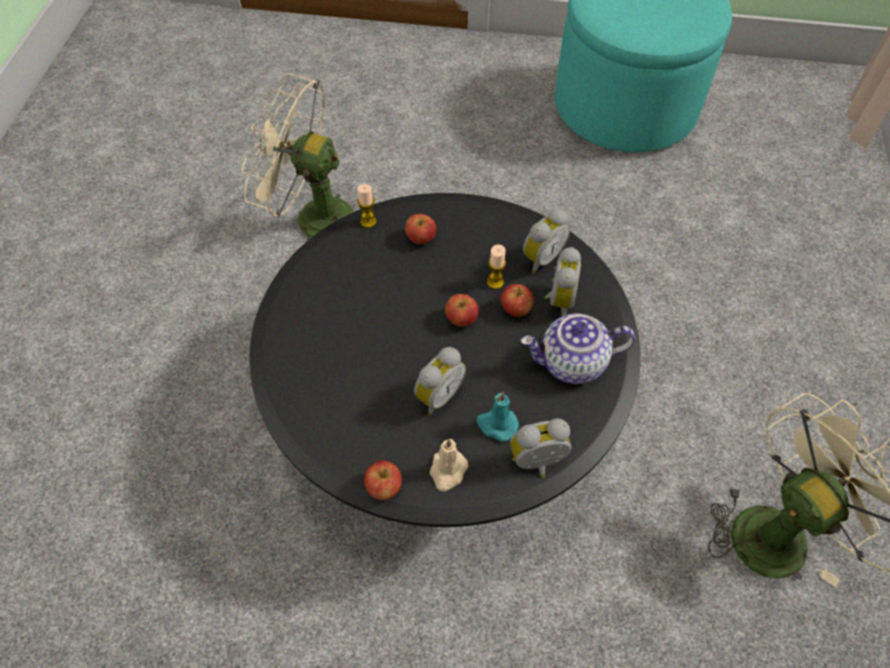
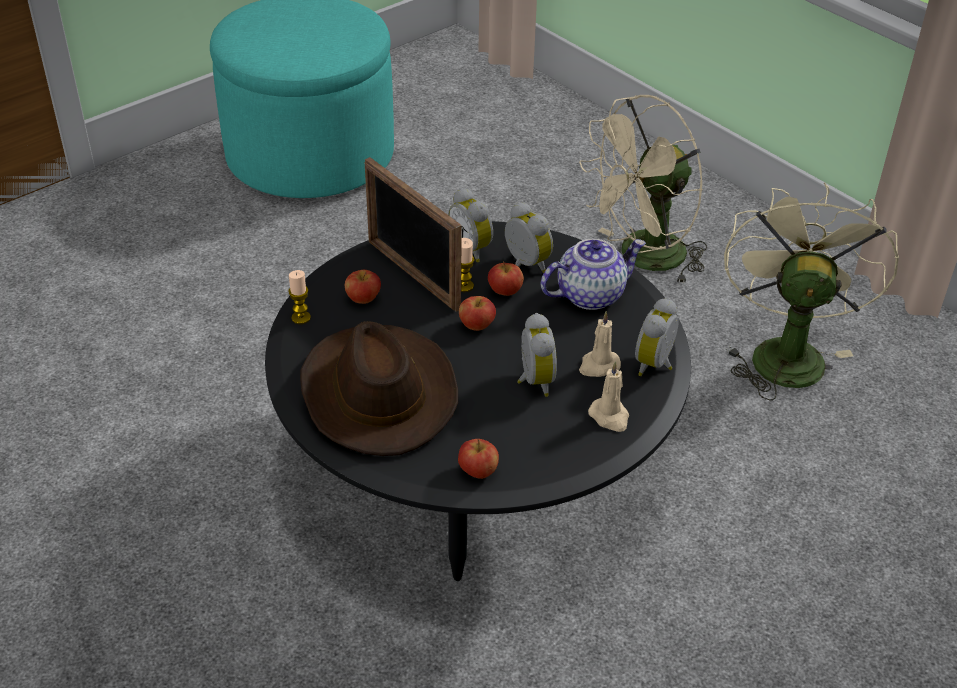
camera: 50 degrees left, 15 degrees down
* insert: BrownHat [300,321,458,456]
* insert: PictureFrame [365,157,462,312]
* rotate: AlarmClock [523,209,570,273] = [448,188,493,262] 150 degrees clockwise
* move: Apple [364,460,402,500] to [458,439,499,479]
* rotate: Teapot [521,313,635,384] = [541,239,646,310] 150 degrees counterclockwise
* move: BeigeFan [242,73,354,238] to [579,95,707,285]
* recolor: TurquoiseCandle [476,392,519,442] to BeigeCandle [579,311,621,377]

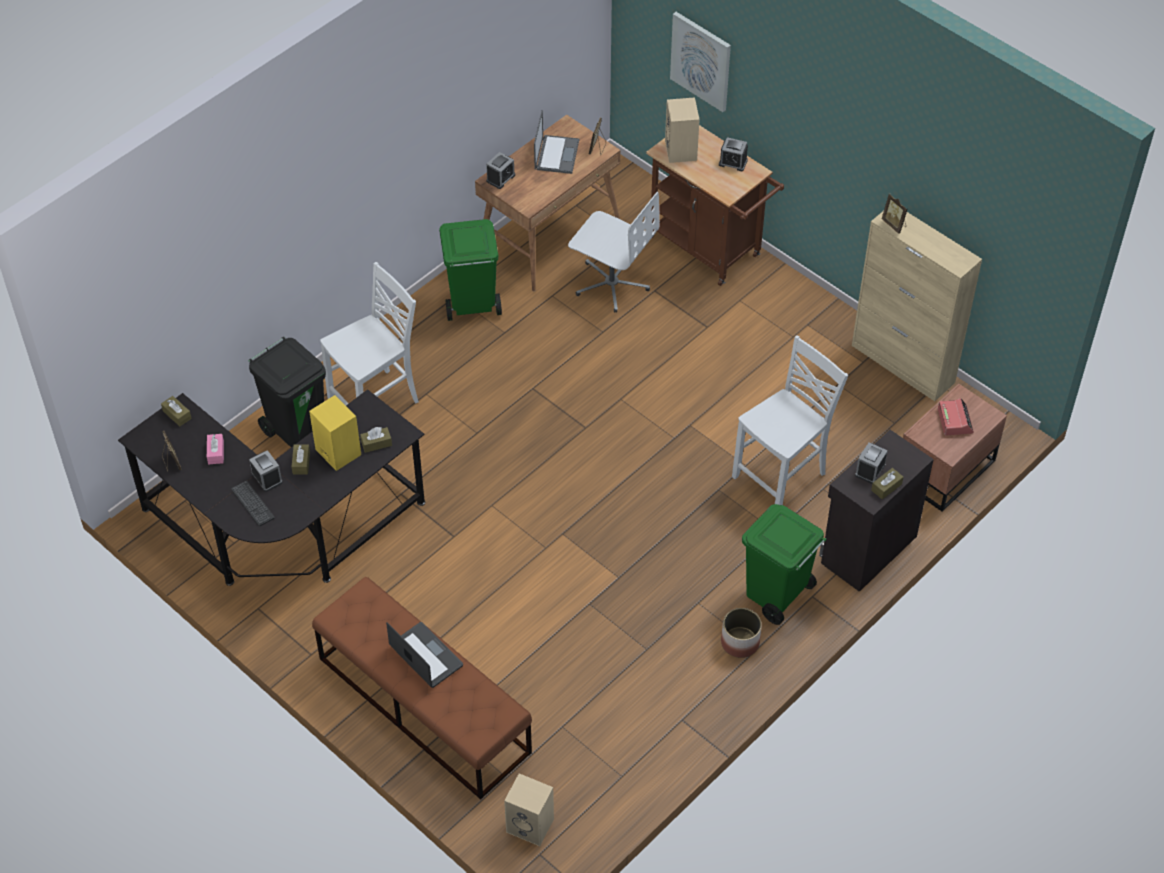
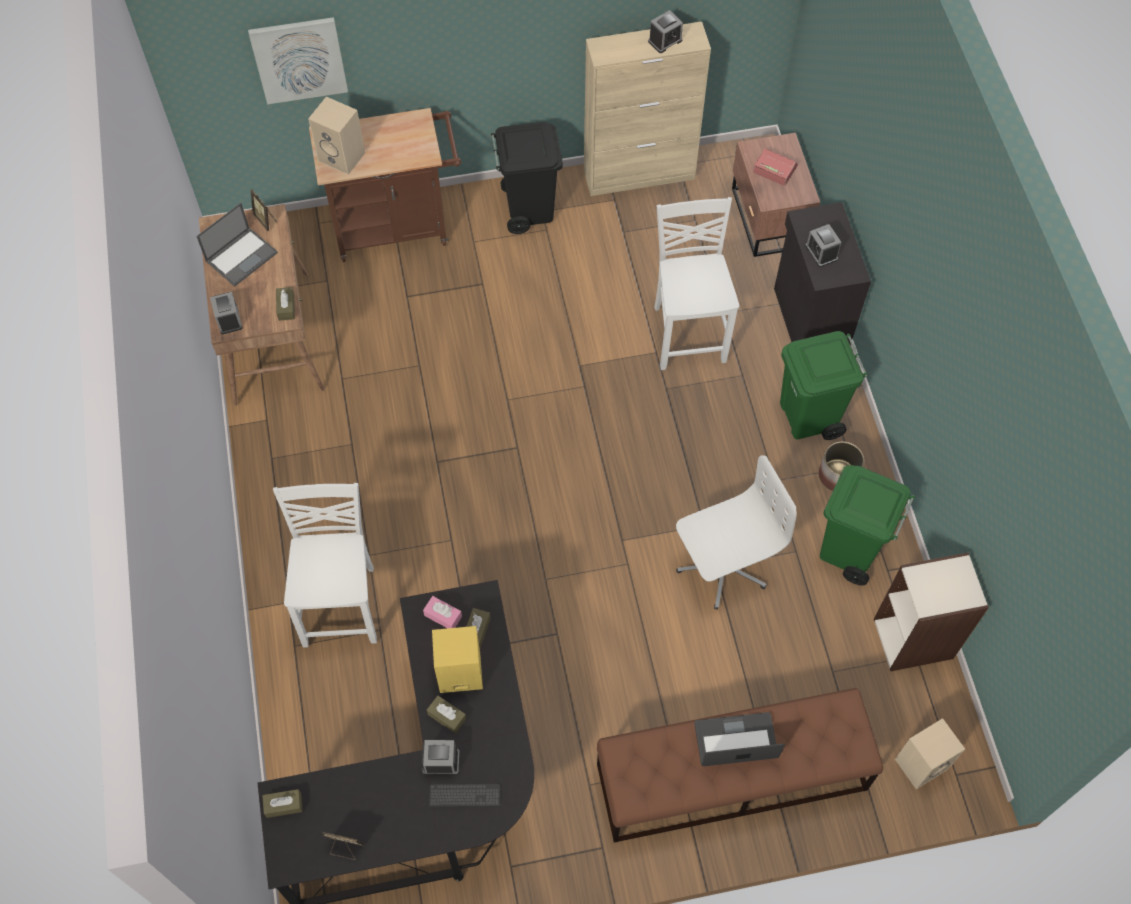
camera: 55 degrees left, 10 degrees up
* rotate: Laptop [534,110,579,174] = [196,203,278,287] 90 degrees clockwise
* move: BrownTissueBox [871,468,903,499] to [276,287,295,321]
* move: PinkTissueBox [207,434,224,464] to [423,596,462,628]
* move: BlackTrashCan [248,337,326,447] to [491,122,563,234]
* move: AlarmClock [719,137,748,171] to [648,10,683,53]
* move: WhiteOfficeChair [568,192,660,313] to [676,455,796,610]
* move: GreenTrashCan [439,219,502,321] to [820,465,915,585]
* insert: Bookcase [874,552,989,671]
* delete: PictureFrame [882,194,907,234]

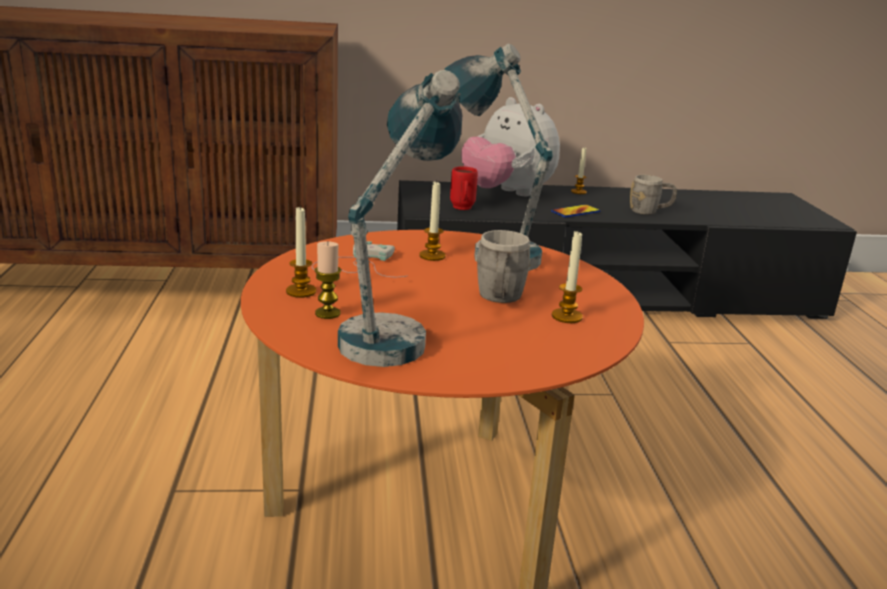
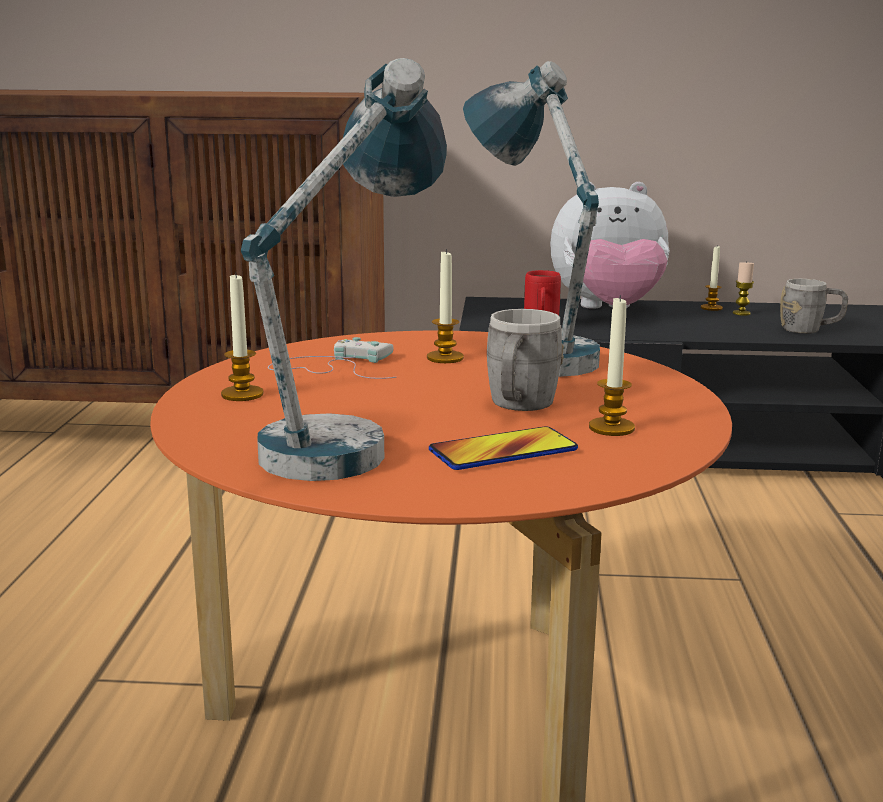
camera: 10 degrees right, 5 degrees down
* move: Phone [551,204,601,217] to [429,427,578,470]
* rotate: PlushToy [461,97,560,196] = [550,182,670,309] 60 degrees counterclockwise
* move: Candle [315,241,341,319] to [733,262,754,316]

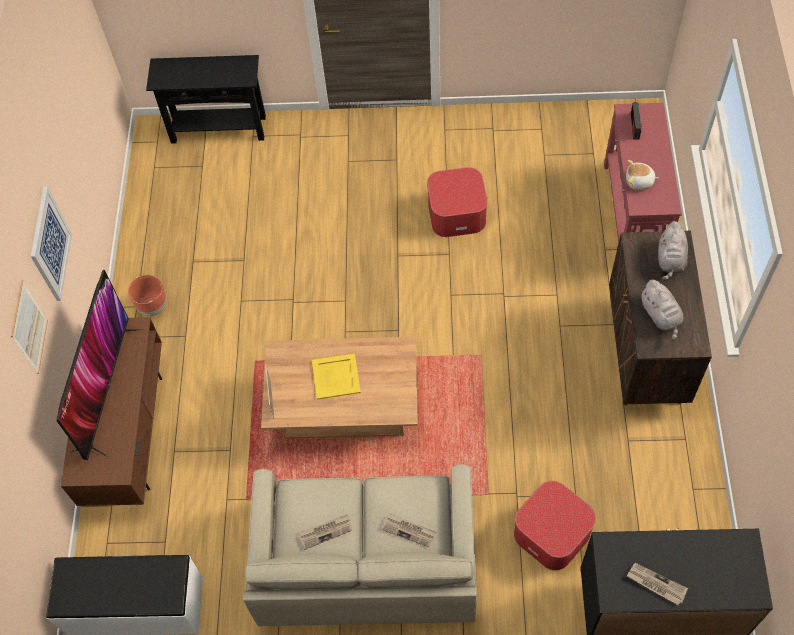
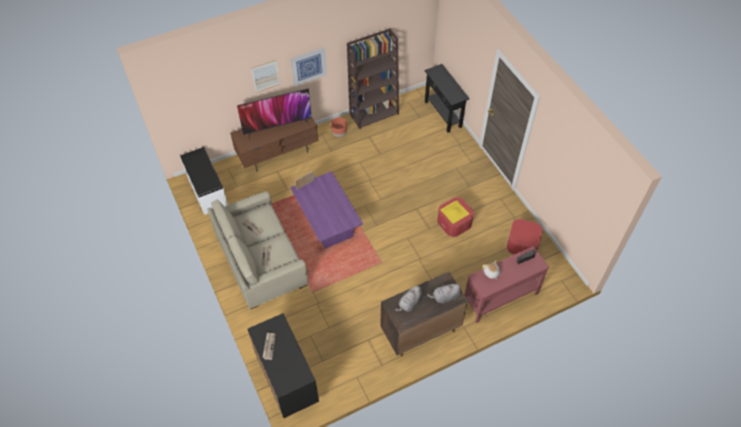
camera: 60 degrees right, 5 degrees down
* recolor: BrownCoffeeTable [261,337,418,439] to PurpleCoffeeTable [290,171,363,249]
* insert: BrownBookcase [347,28,399,129]
* move: YellowTray [312,354,361,400] to [440,200,469,224]
* move: Ottoman [514,481,596,571] to [507,219,543,255]

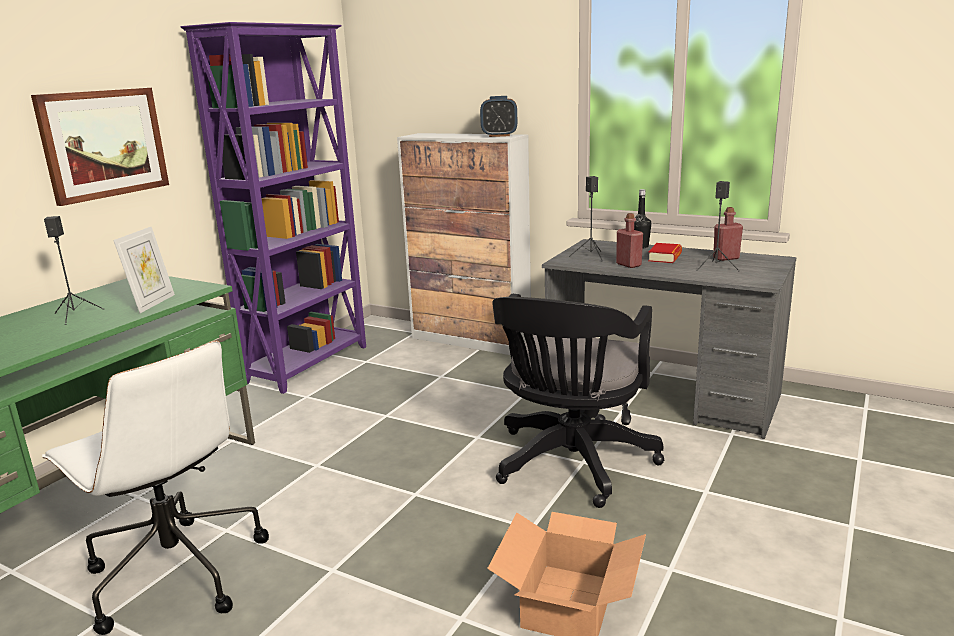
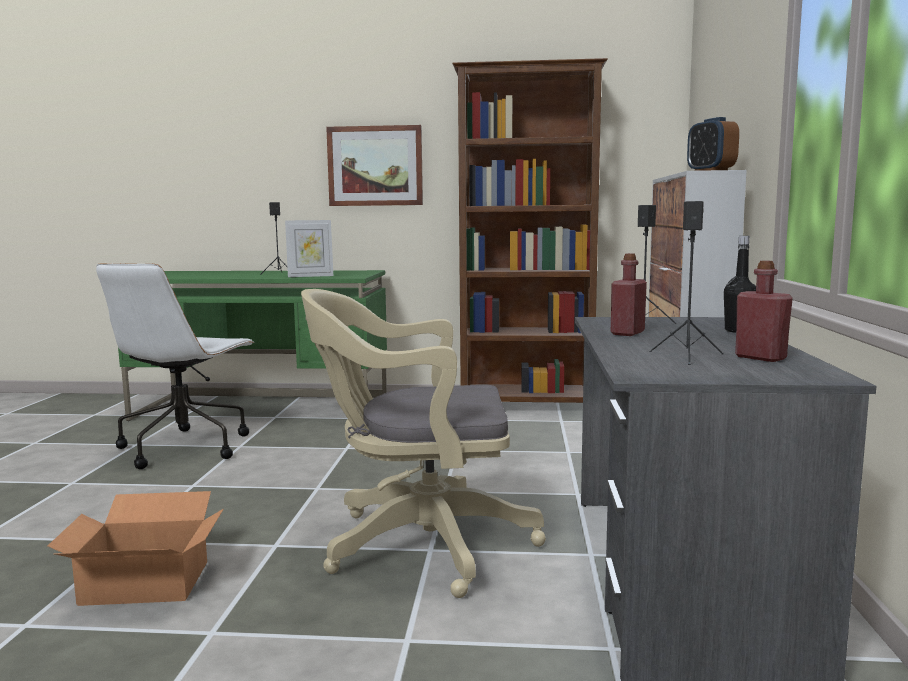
camera: 65 degrees right, 10 degrees down
* recolor: BlackOfficeChair [492,294,664,508] to BeigeOfficeChair [301,289,546,598]
* recolor: PurpleBookcase [181,22,366,394] to BrownBookcase [452,58,608,403]
* delete: Book [648,243,682,263]

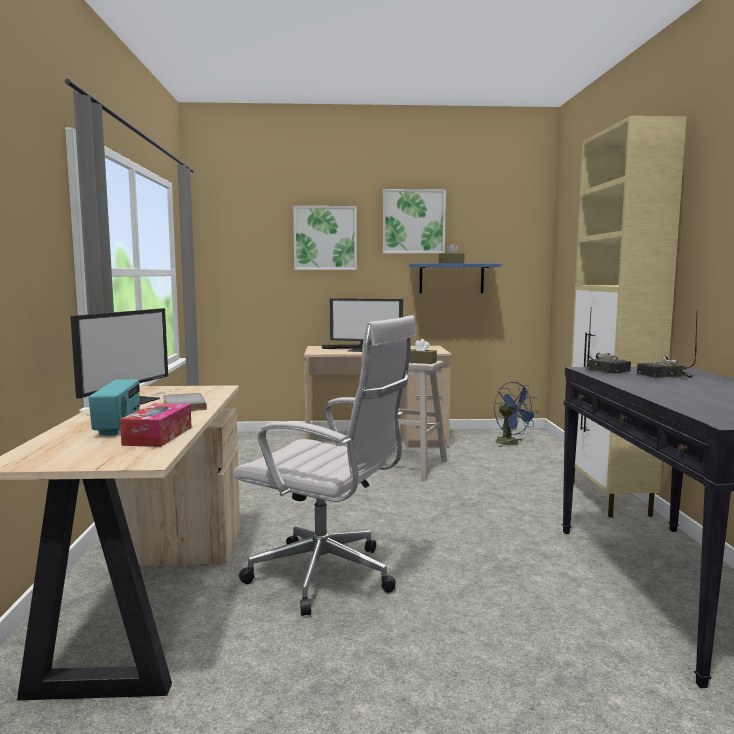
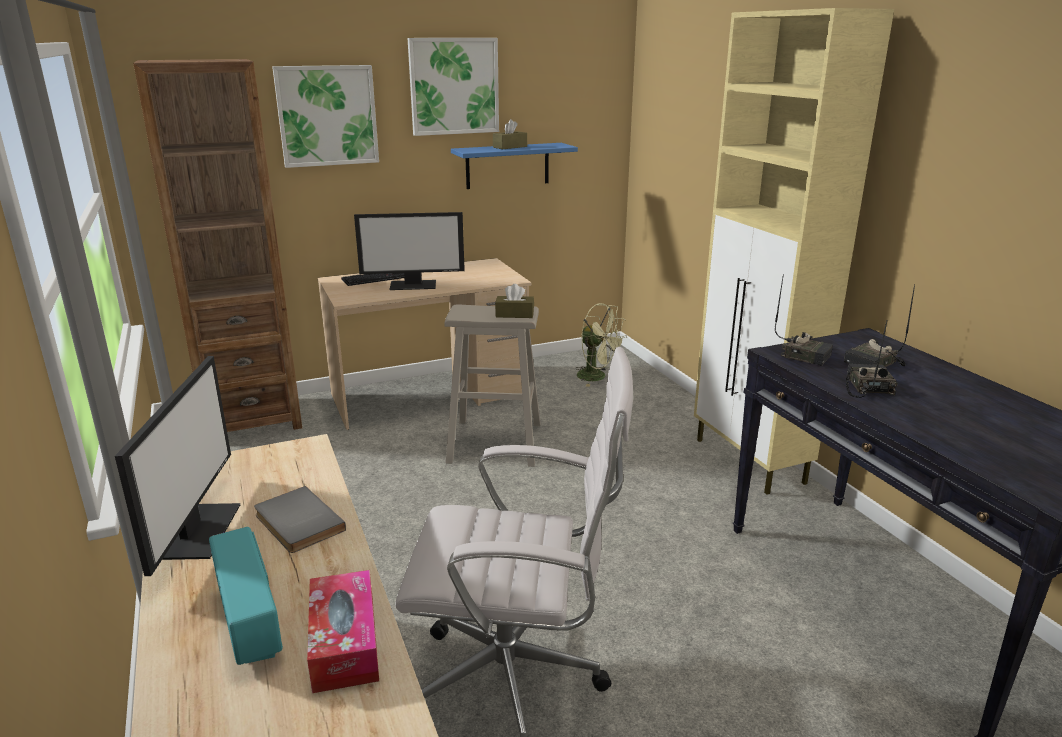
camera: 20 degrees left, 15 degrees up
* insert: BrownBookcase [133,59,302,432]
* recolor: BlueFan [494,382,538,447] to GreenFan [575,303,627,387]
* insert: Radio [846,321,898,398]

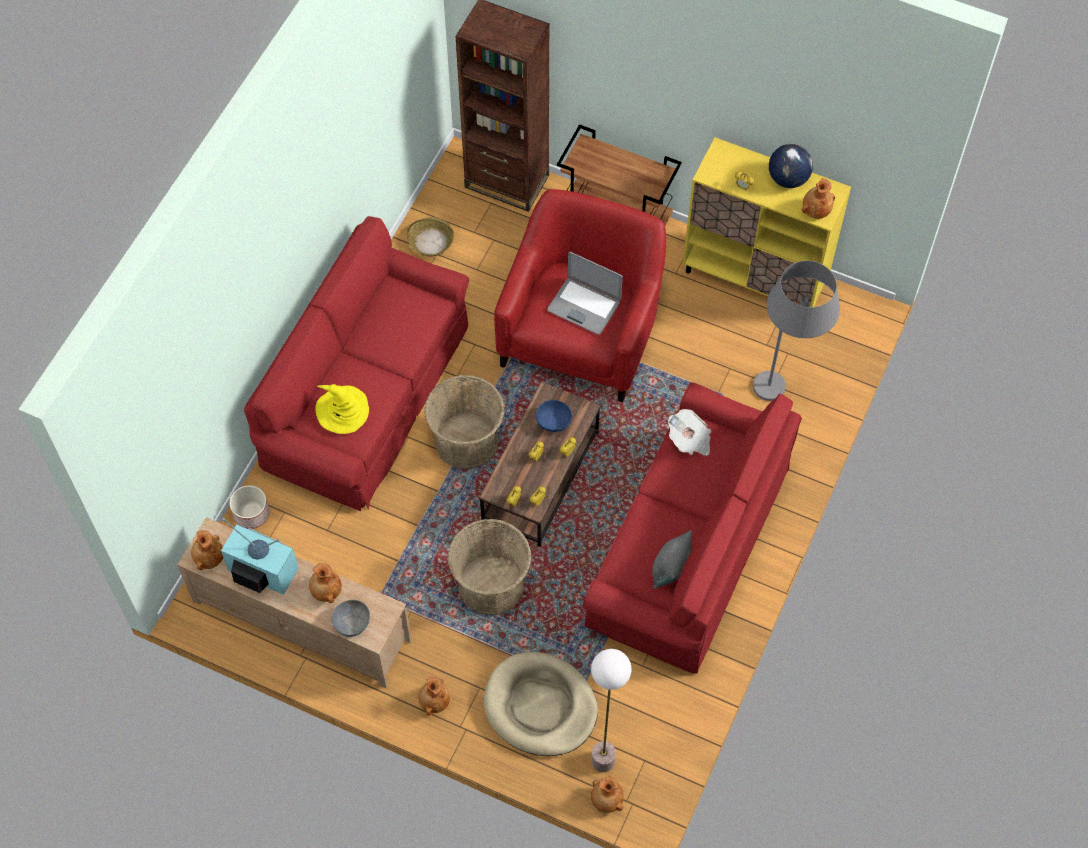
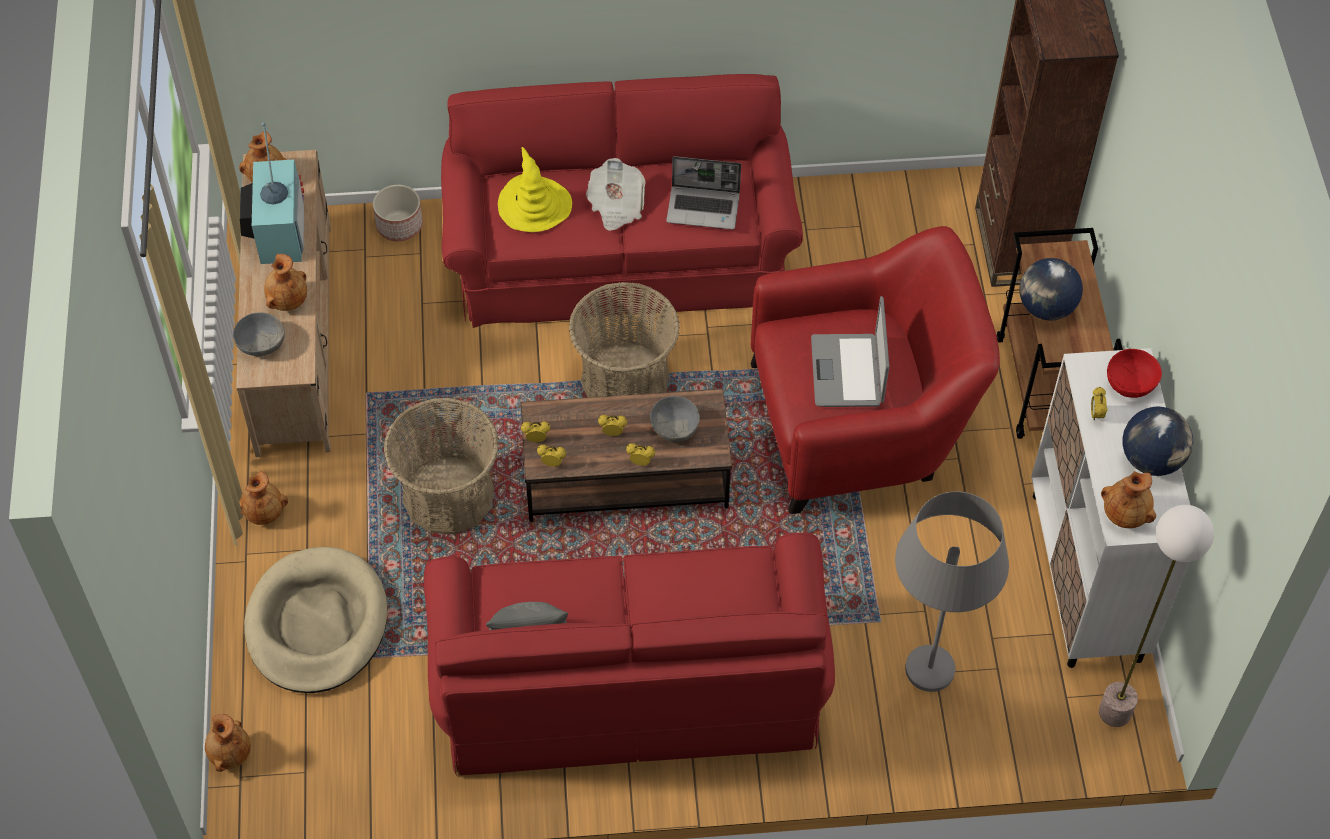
camera: 60 degrees right, 5 degrees down
* move: Newspaper [668,409,711,456] to [586,158,646,231]
* recolor: BlueBowl [536,400,572,432] to GreyBowl [650,396,700,442]
* insert: Laptop [666,156,741,230]
* insert: Globe [1019,258,1083,321]
* recolor: YellowCabinet [683,137,851,307] to WhiteCabinet [1031,348,1190,668]
* move: FloorLamp [591,649,631,772] to [1099,505,1214,727]
* insert: RedBowl [1107,349,1162,398]
* delete: Basket [407,217,454,257]

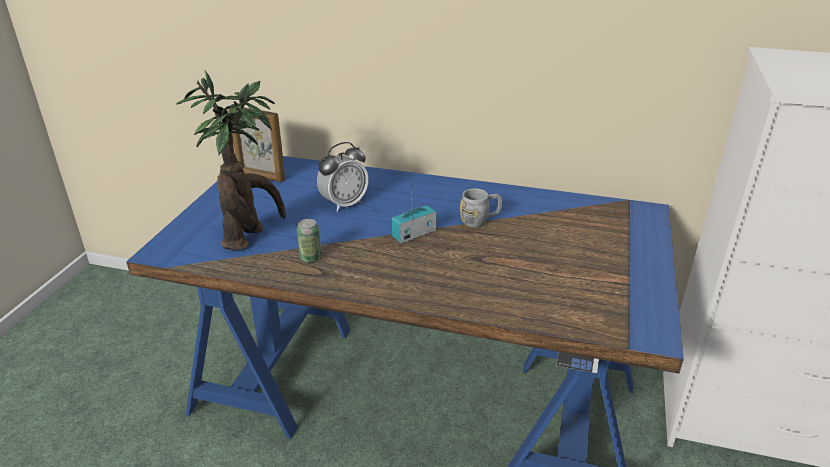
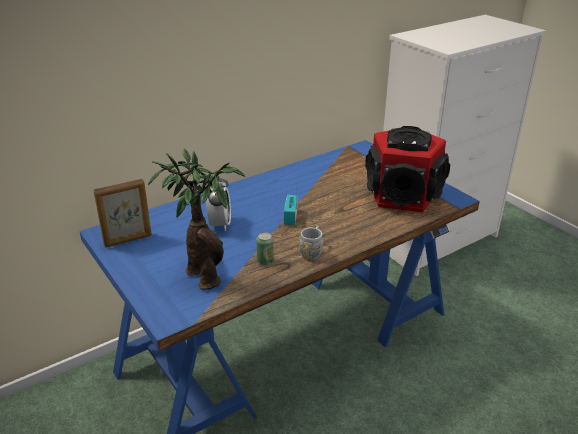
camera: 50 degrees left, 0 degrees up
* move: GreyMug [460,188,502,228] to [299,226,323,260]
* insert: Speaker [365,126,450,212]

